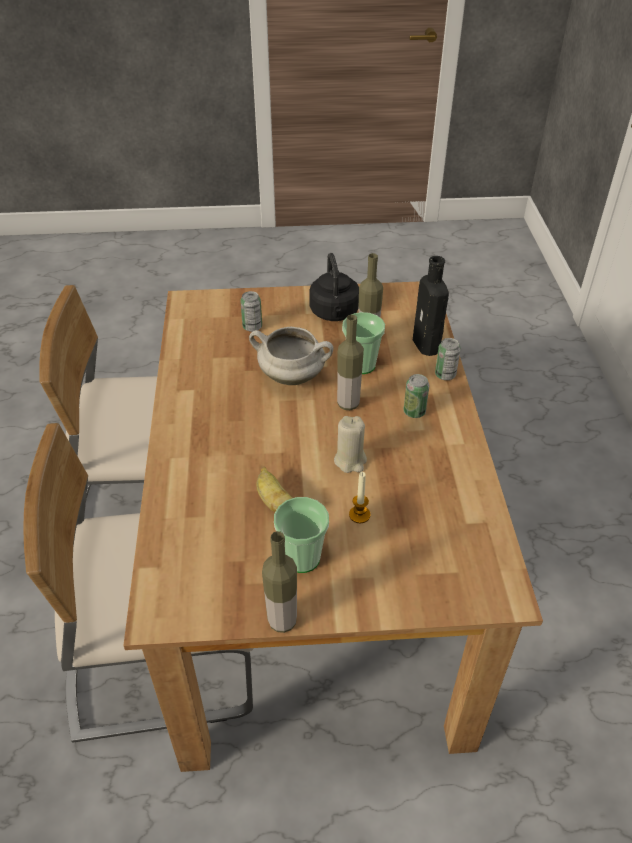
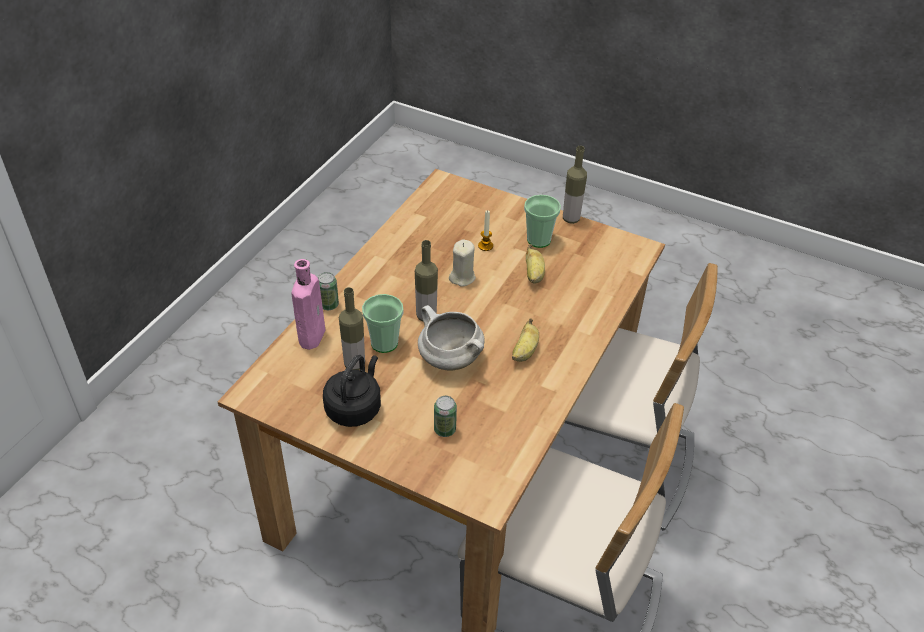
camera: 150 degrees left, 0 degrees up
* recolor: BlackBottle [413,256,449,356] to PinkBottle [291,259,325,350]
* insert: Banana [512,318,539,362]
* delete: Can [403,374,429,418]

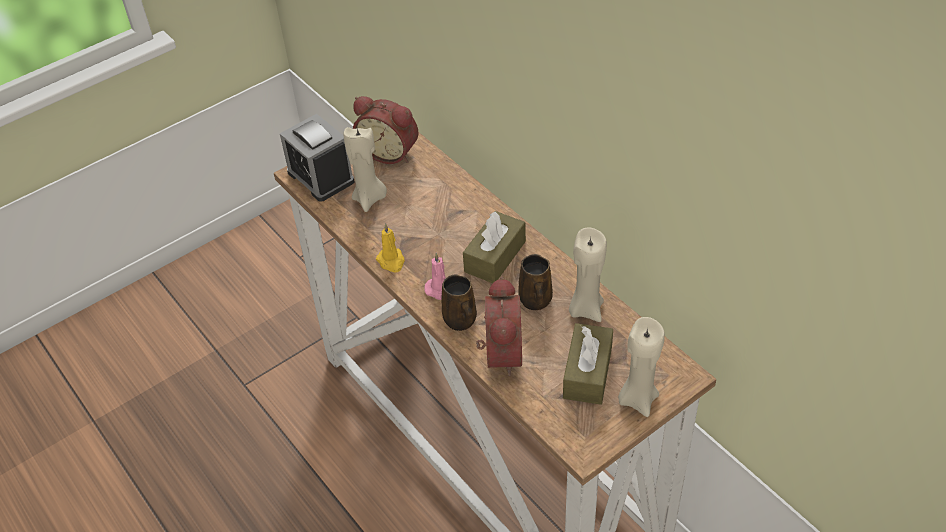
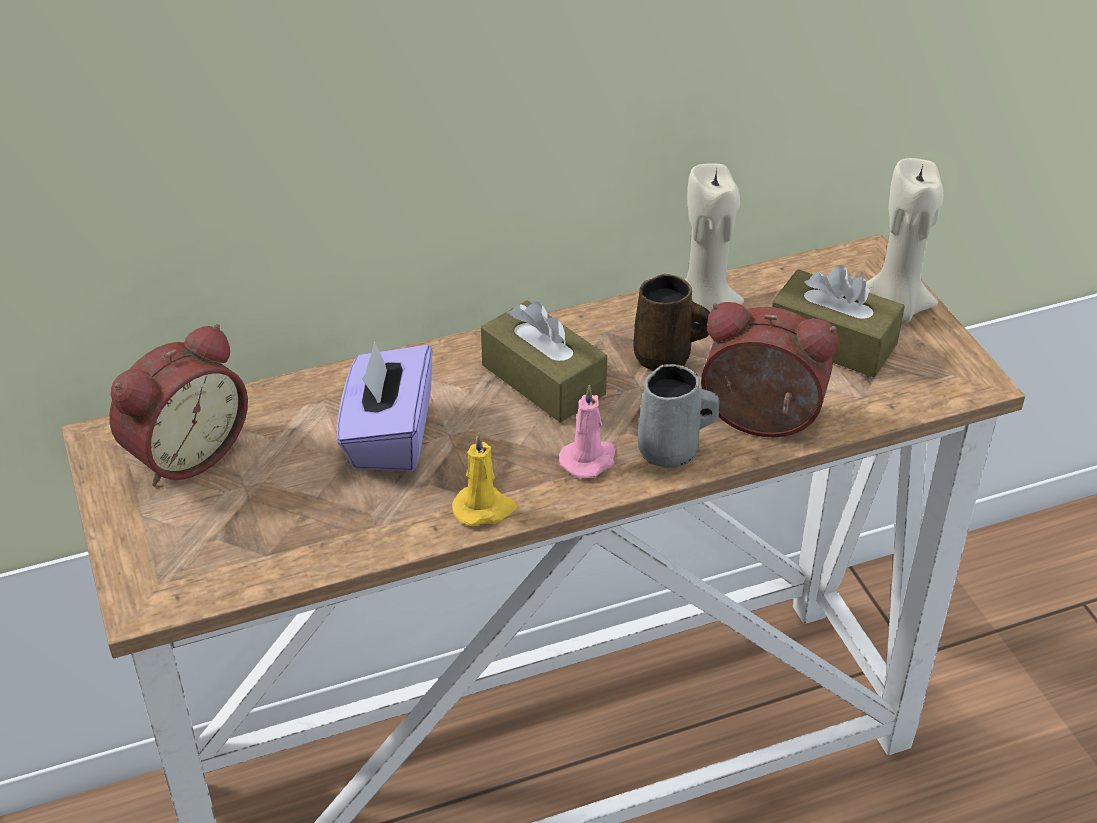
camera: 75 degrees left, 5 degrees down
* insert: PurpleTissueBox [337,341,433,471]
* recolor: BrownMug [442,274,477,331] to GreyMug [638,364,719,468]
* delete: AlarmClock [280,114,355,202]
* delete: BeigeCandle [344,127,387,212]

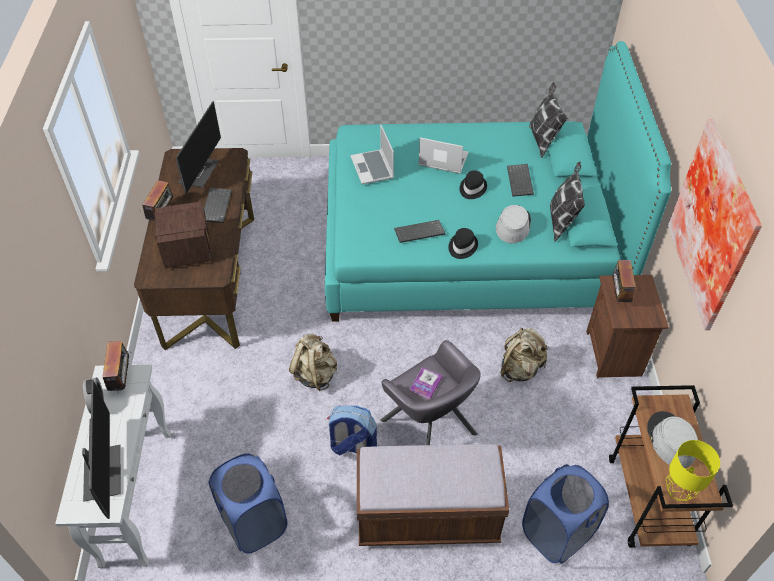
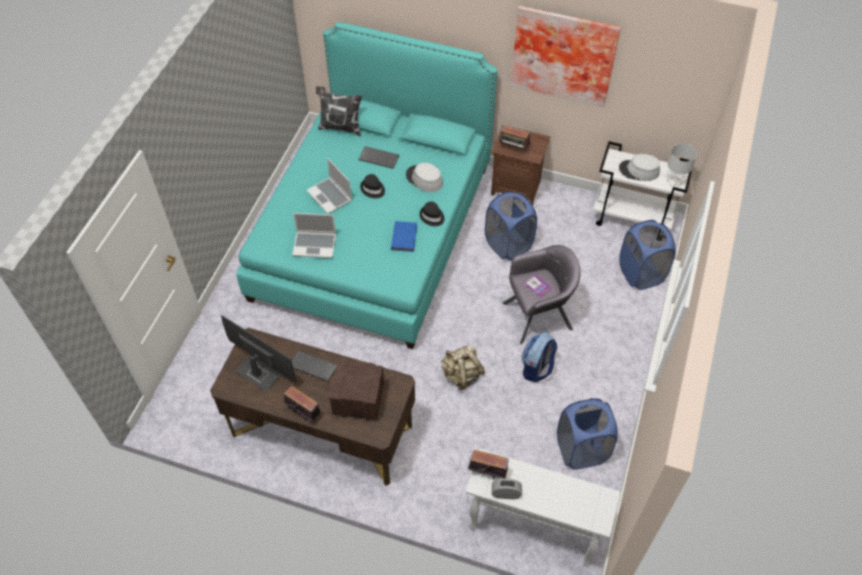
camera: 70 degrees left, 5 degrees up
* rotate: Laptop [418,137,469,174] = [307,158,352,214] 75 degrees counterclockwise
* replace: Keyboard [394,220,445,243] to BlueBook [391,221,417,252]
* replace: BeigeBackpack [500,328,549,382] to BlueLaundryBasket [485,191,537,260]
* recolor: BrownCart [609,385,733,548] to WhiteCart [593,141,692,230]
* recolor: YellowTableLamp [666,440,720,501] to GreyTableLamp [666,143,697,187]
* delete: Monitor [82,380,121,519]
* delete: BrownBench [357,444,509,546]
* delete: Pillow [550,161,585,242]

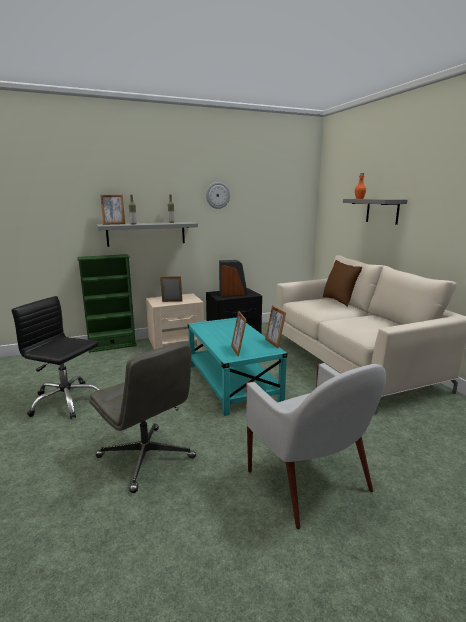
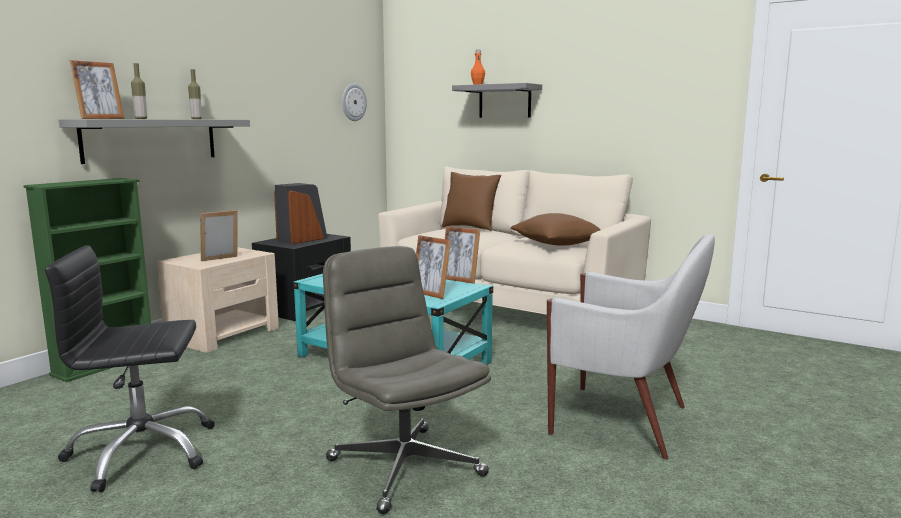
camera: 35 degrees left, 5 degrees down
* rotate: GreyOfficeChair [89,342,196,493] = [323,246,491,514] 135 degrees counterclockwise
* move: WallClock [206,182,230,209] to [342,84,367,121]
* insert: BrownPillow [511,213,601,246]

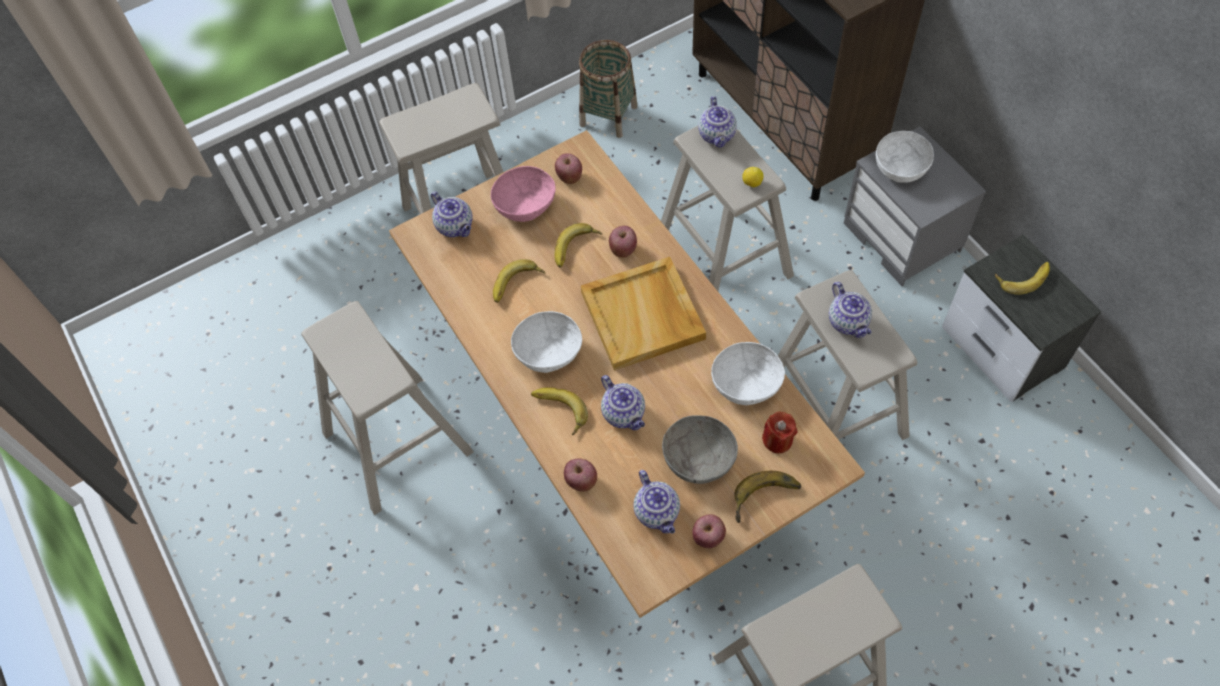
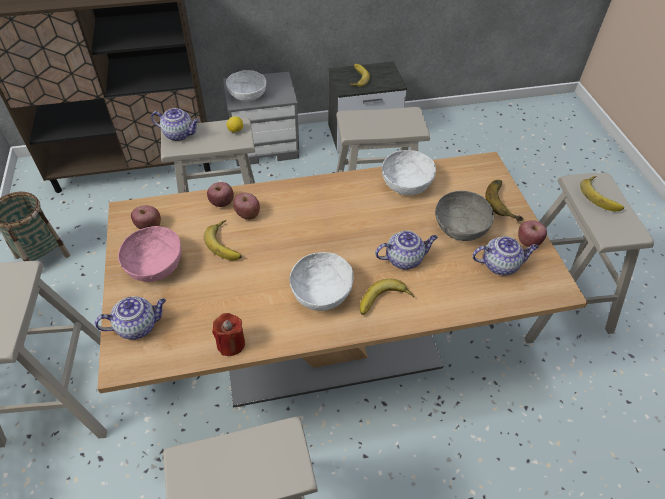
camera: 75 degrees left, 10 degrees down
* move: Apple [564,459,597,491] to [207,182,234,207]
* move: RedCandle [762,412,797,453] to [212,313,245,356]
* move: Banana [493,259,545,303] to [580,176,624,211]
* delete: BeigeTray [581,257,706,371]
* delete: Teapot [829,282,872,338]

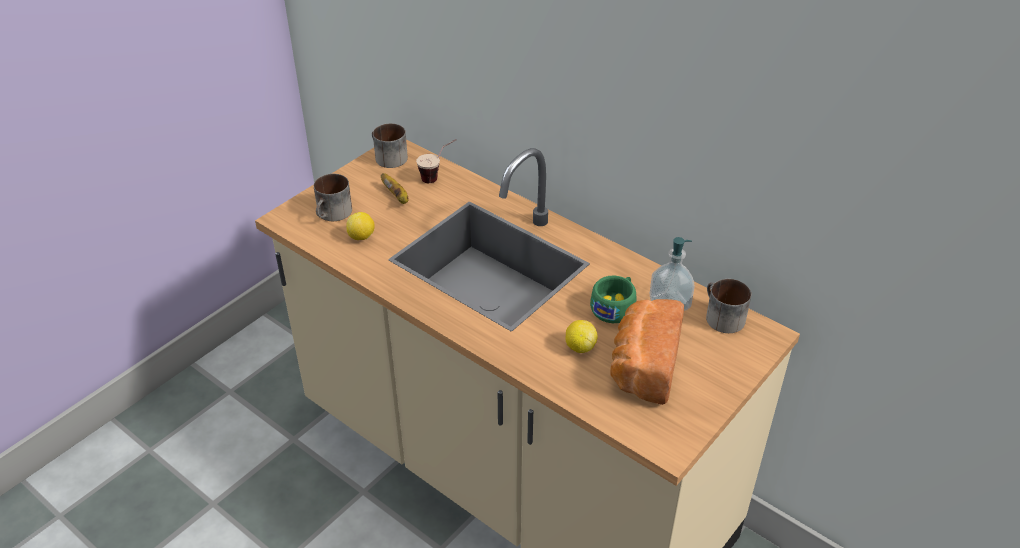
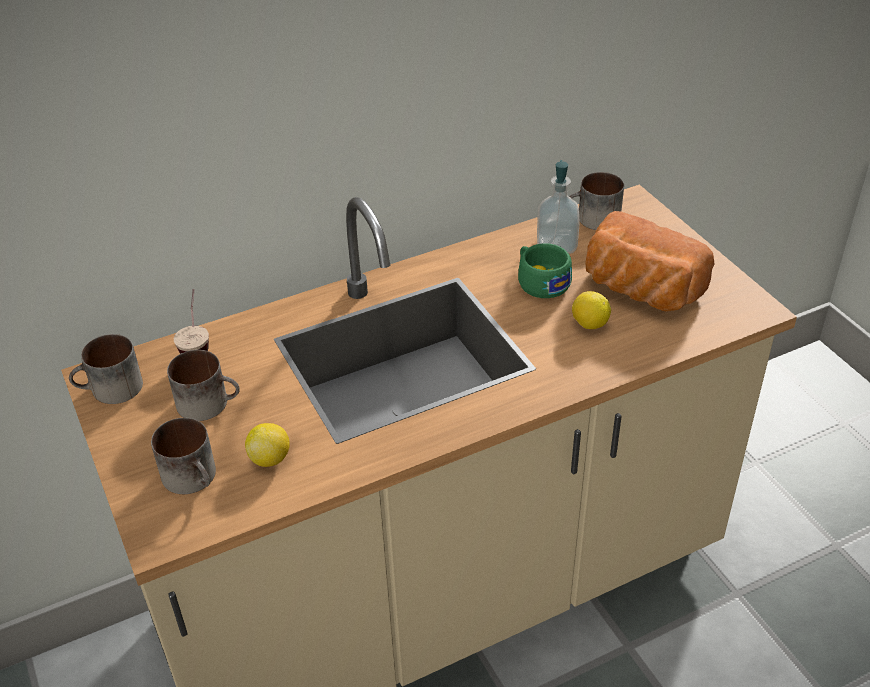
camera: 65 degrees left, 0 degrees up
* replace: Banana [381,173,409,204] to Mug [167,350,240,421]

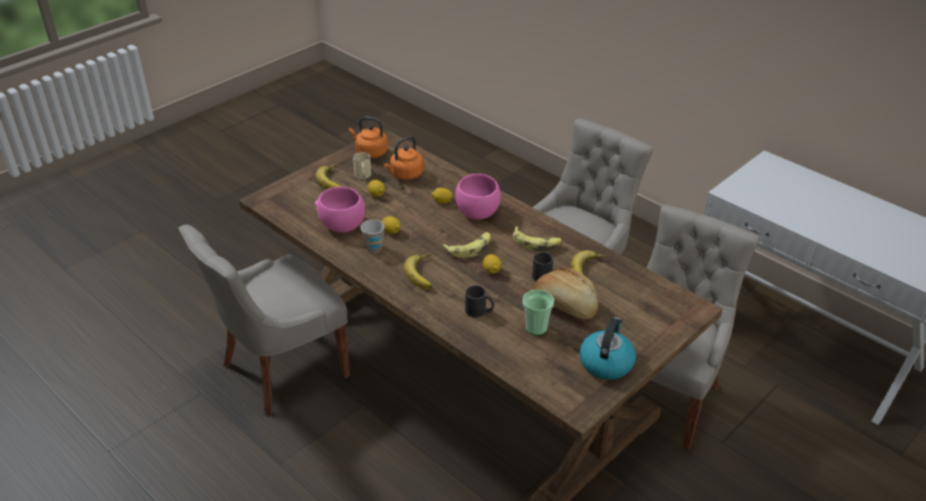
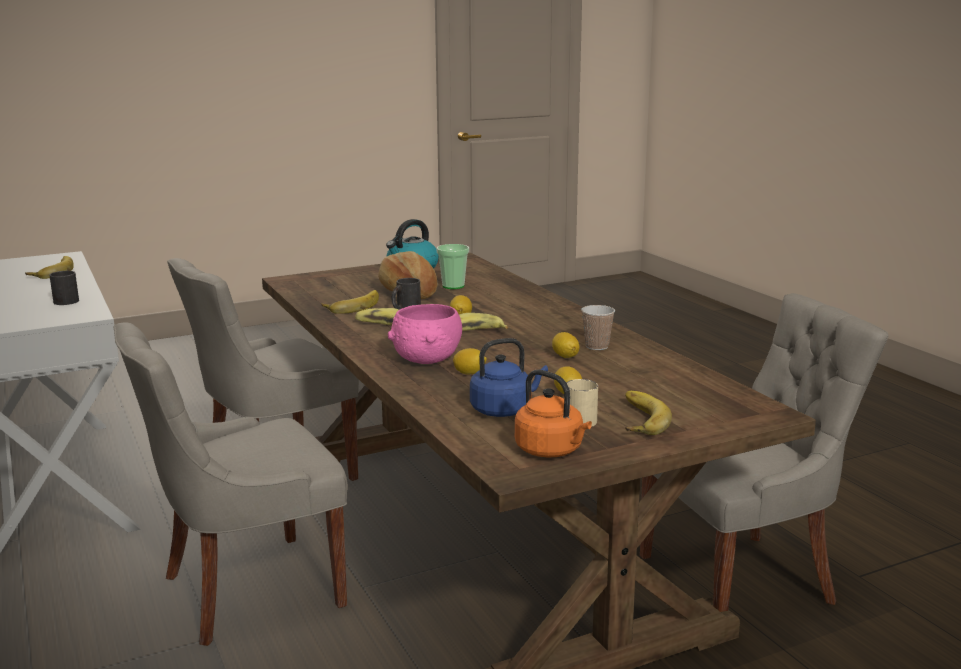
camera: 160 degrees left, 20 degrees down
* move: Banana [404,254,432,289] to [25,256,74,279]
* move: BlackMug [465,285,495,318] to [49,271,79,305]
* recolor: OrangeKettle [383,136,424,180] to BlueKettle [470,338,548,417]
* delete: PinkBowl [315,187,365,233]

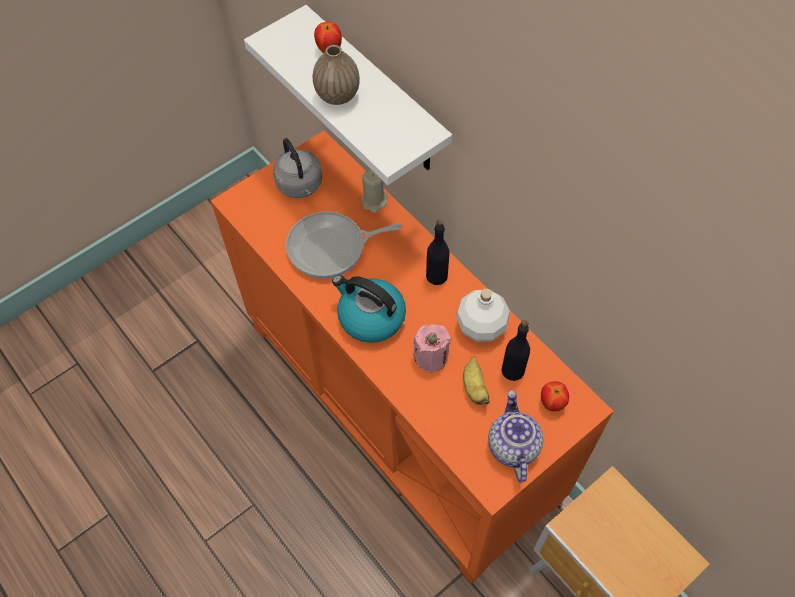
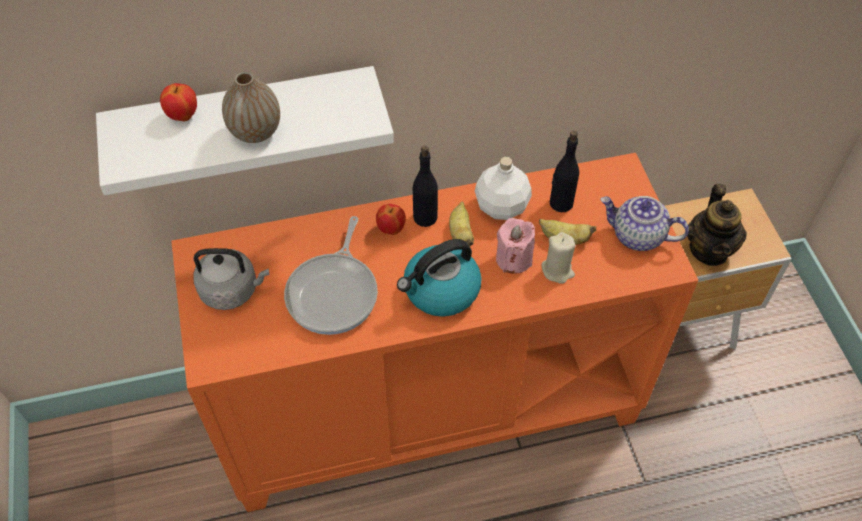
camera: 65 degrees left, 5 degrees down
* move: Apple [541,381,569,411] to [376,204,405,235]
* insert: Banana [449,202,474,247]
* move: BeigeCandle [362,170,388,213] to [541,232,576,284]
* insert: Teapot [687,184,747,266]

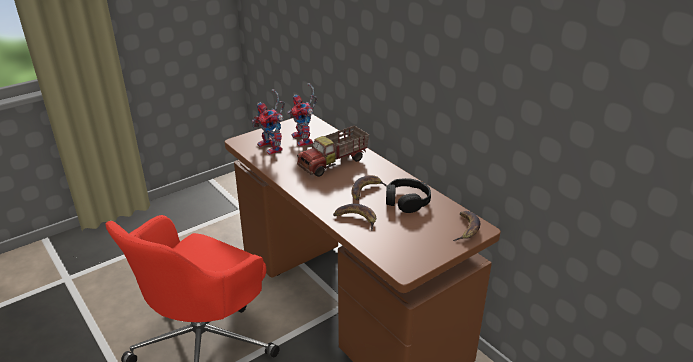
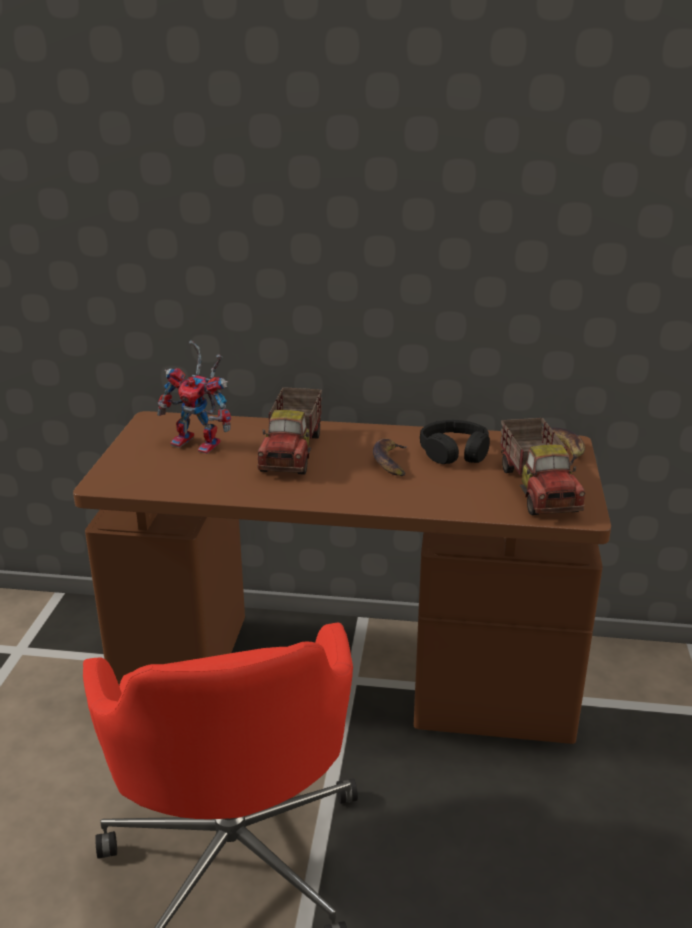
camera: 45 degrees left, 5 degrees down
* insert: ToyTruck [500,418,585,515]
* delete: ToyRobot [251,89,285,155]
* delete: Banana [333,204,376,231]

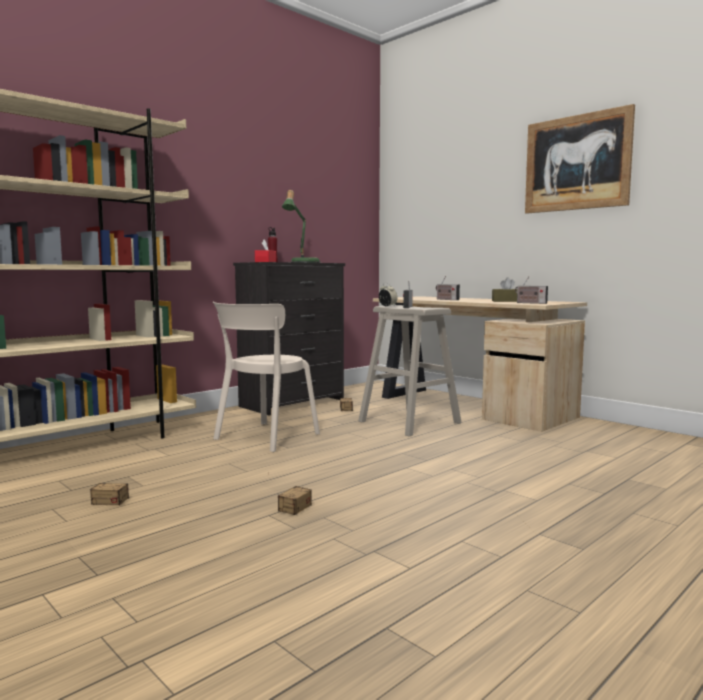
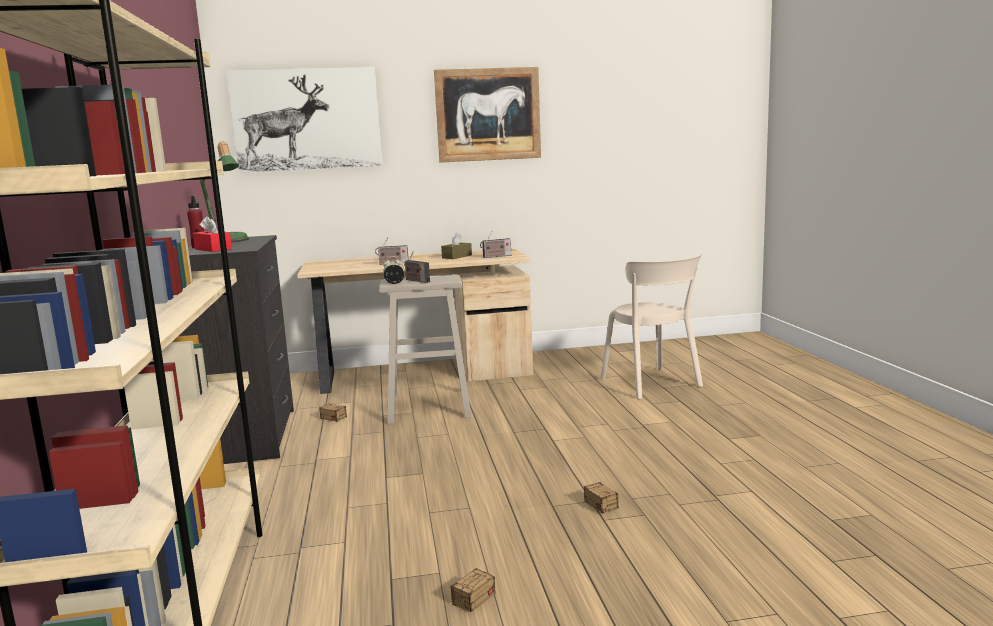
camera: 55 degrees left, 5 degrees up
* insert: Picture [226,67,382,173]
* move: BeigeChair [213,301,320,452] to [601,253,703,399]

